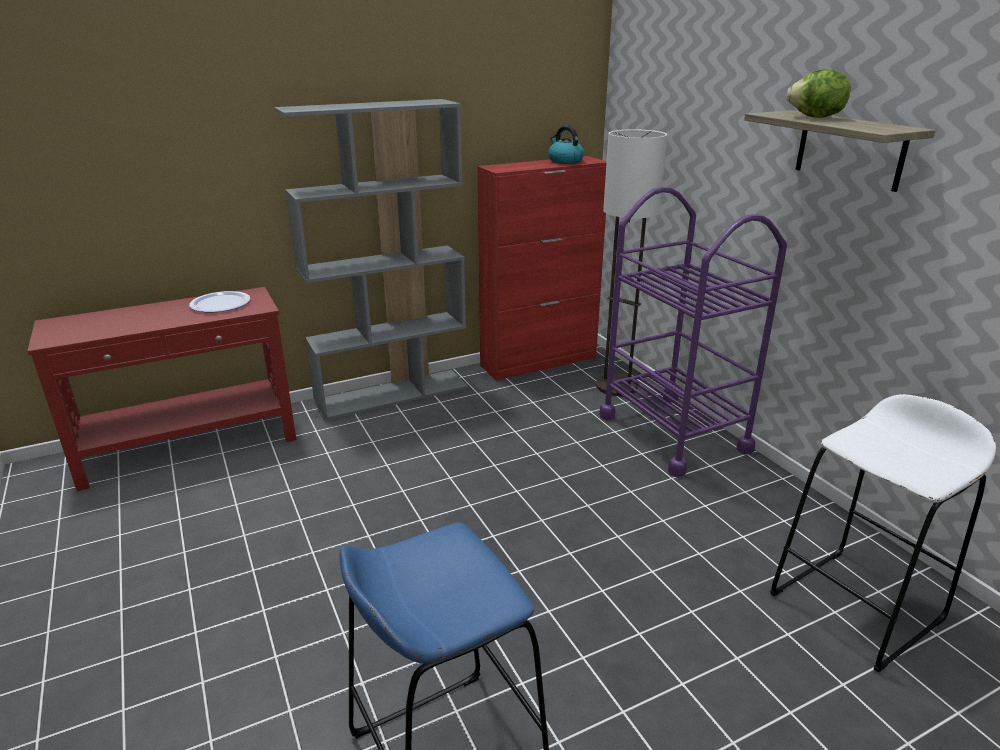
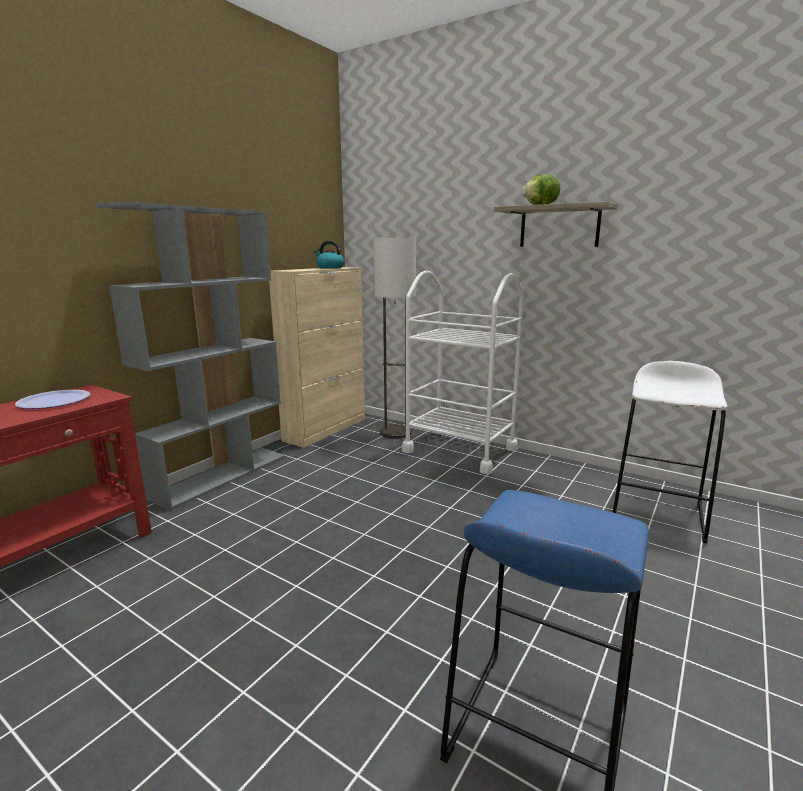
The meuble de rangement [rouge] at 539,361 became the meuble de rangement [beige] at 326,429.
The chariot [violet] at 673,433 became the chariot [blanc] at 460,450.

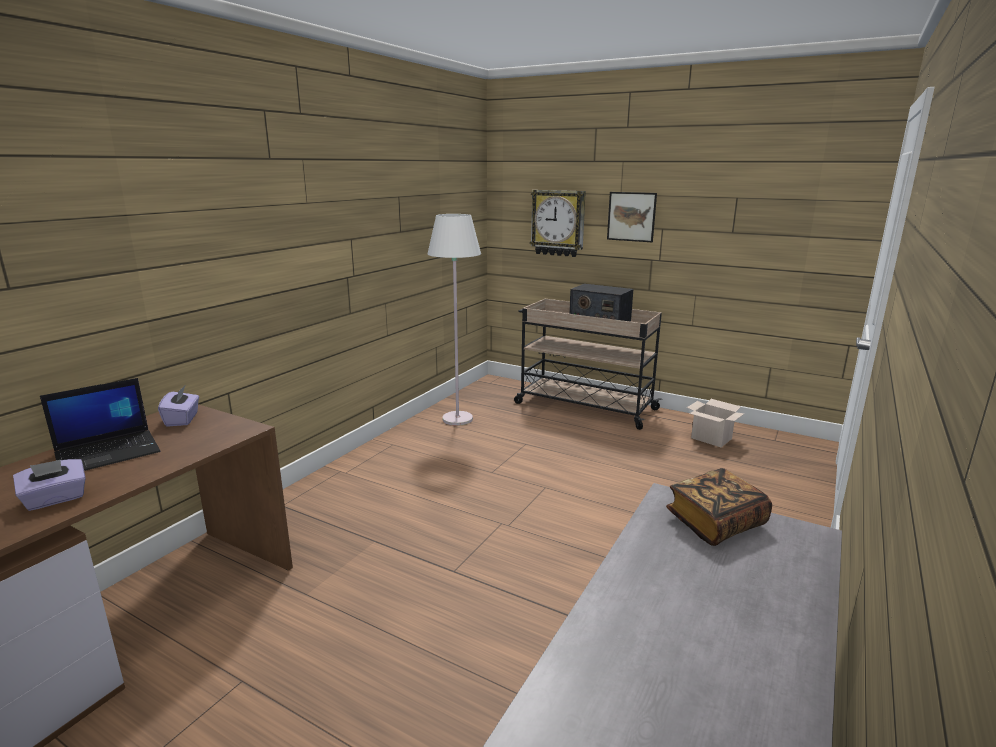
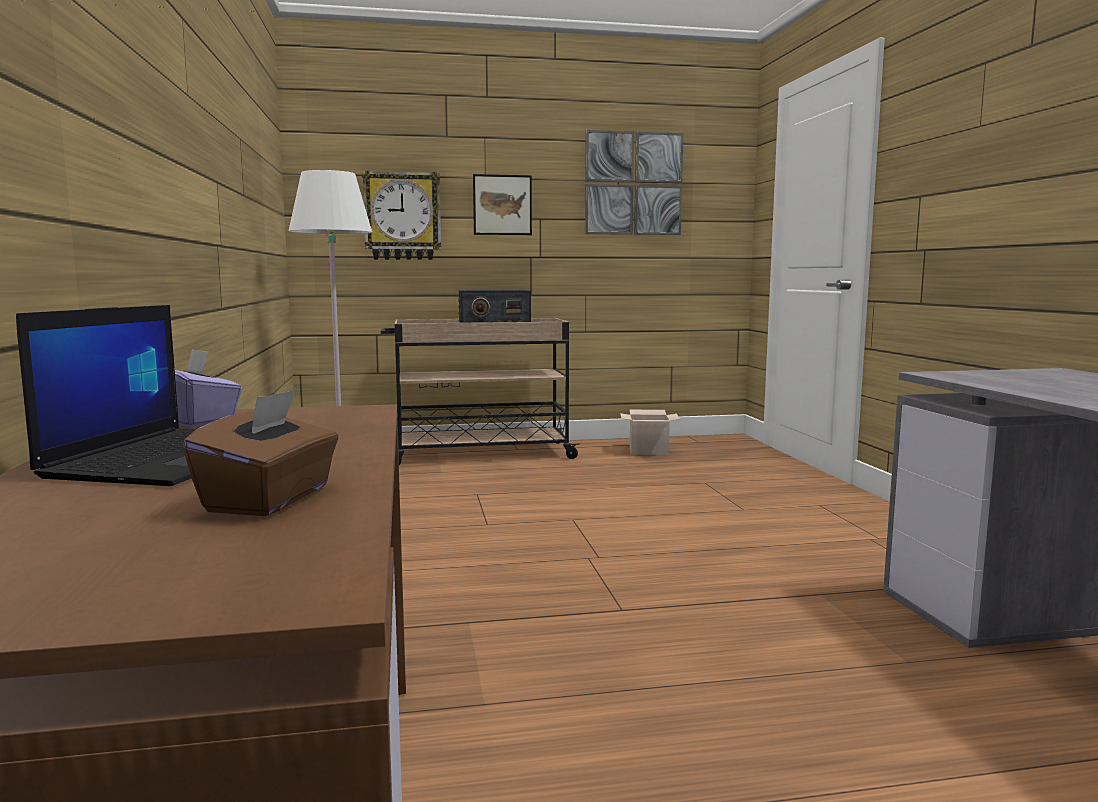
The boîte à mouchoirs [violet] at 55,499 became the boîte à mouchoirs [marron] at 270,499.
The livre at 715,523 disappeared.
The tableau at 633,183 appeared.

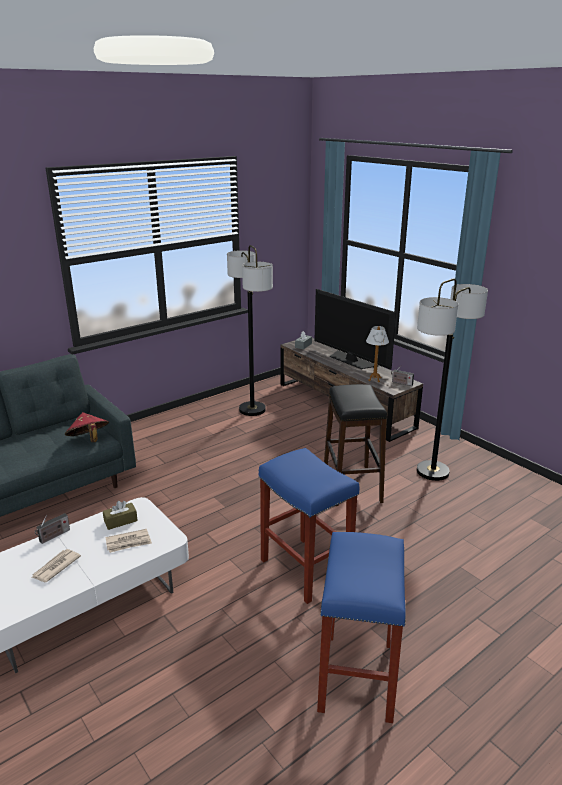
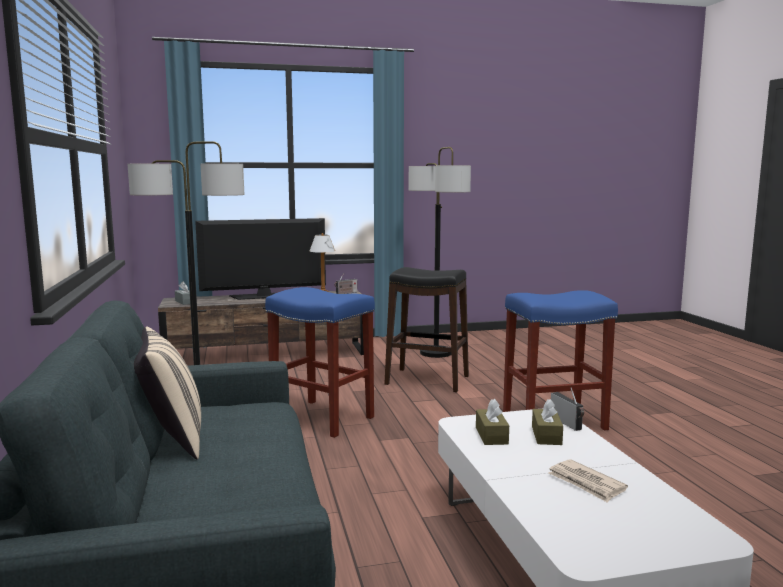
The radio moved from 53,536 to 567,423.
The chapeau [rouge] at 88,440 disappeared.
The journal at 128,542 was replaced by the boîte à mouchoirs [marron] at 546,435.
The tabouret [bleu] moved from 358,677 to 323,418.
The coussin [beige] at 171,440 appeared.

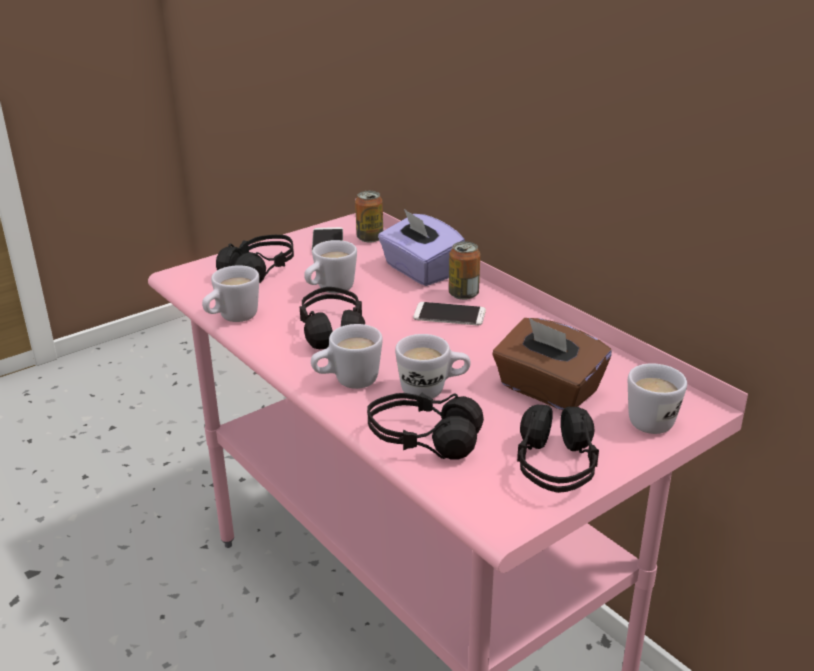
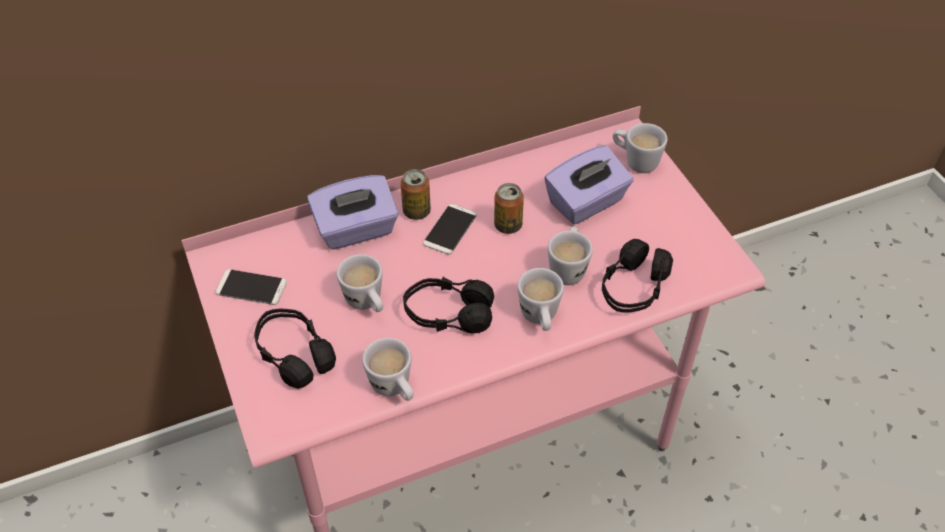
The boîte métallique moved from 370,238 to 508,225.
The boîte à mouchoirs [marron] at 547,390 became the boîte à mouchoirs [violet] at 586,203.
The casque audio [noir] at 555,467 disappeared.

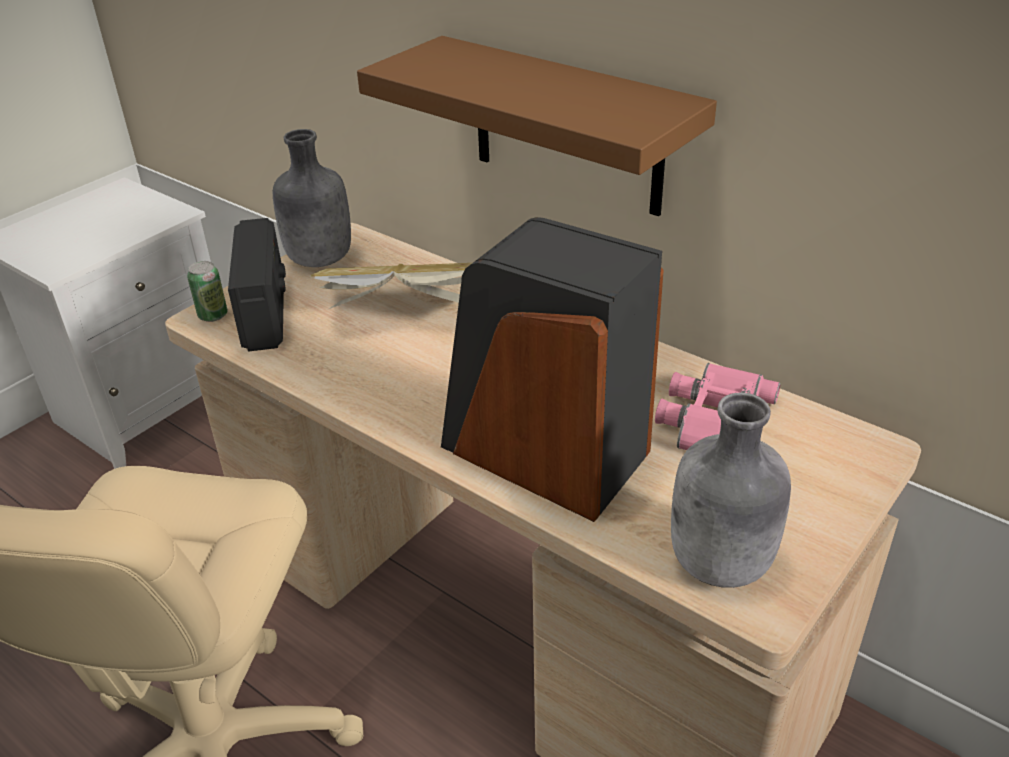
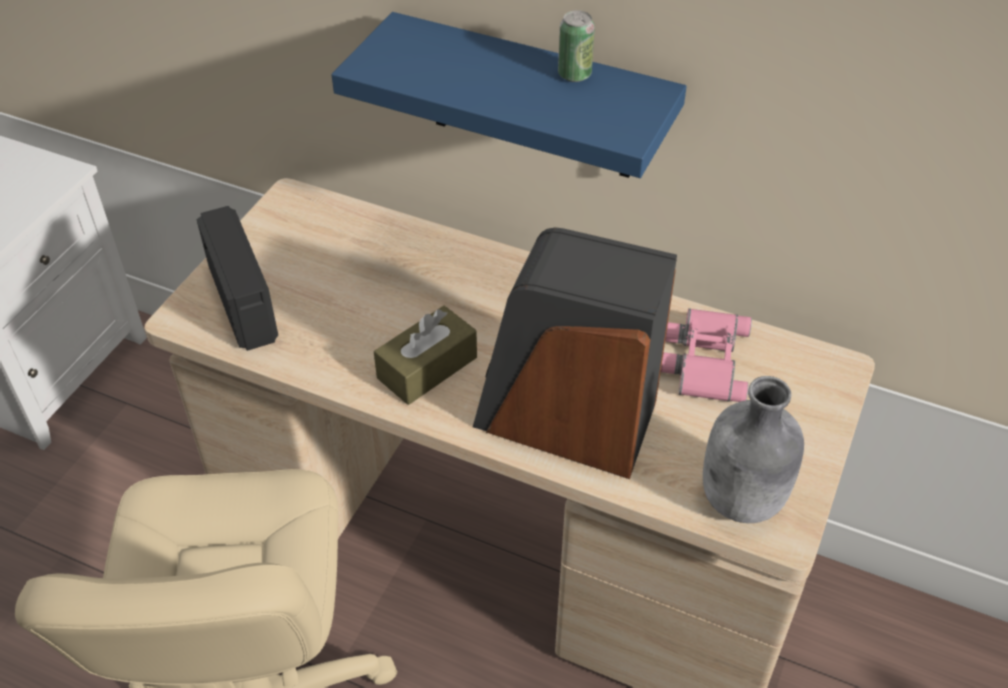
The boîte métallique moved from 213,315 to 574,74.
The bouteille [gris] at 318,260 disappeared.
The livre at 401,312 disappeared.
The étagère [marron] at 567,127 became the étagère [bleu] at 532,99.
The boîte à mouchoirs [marron] at 427,368 appeared.

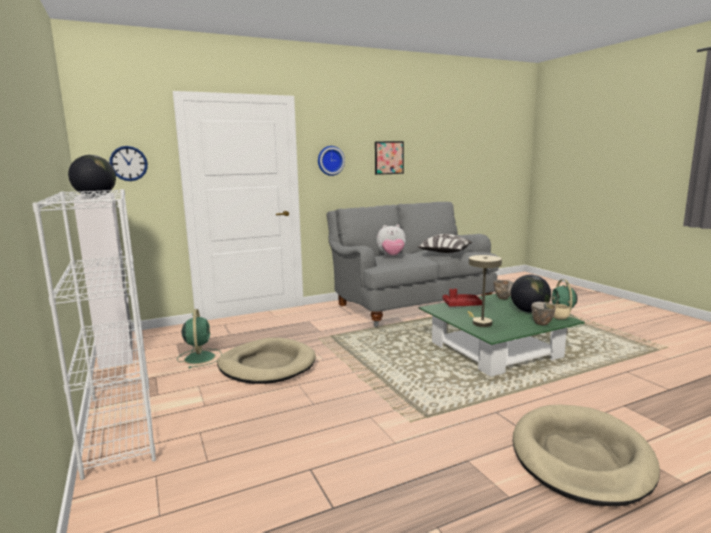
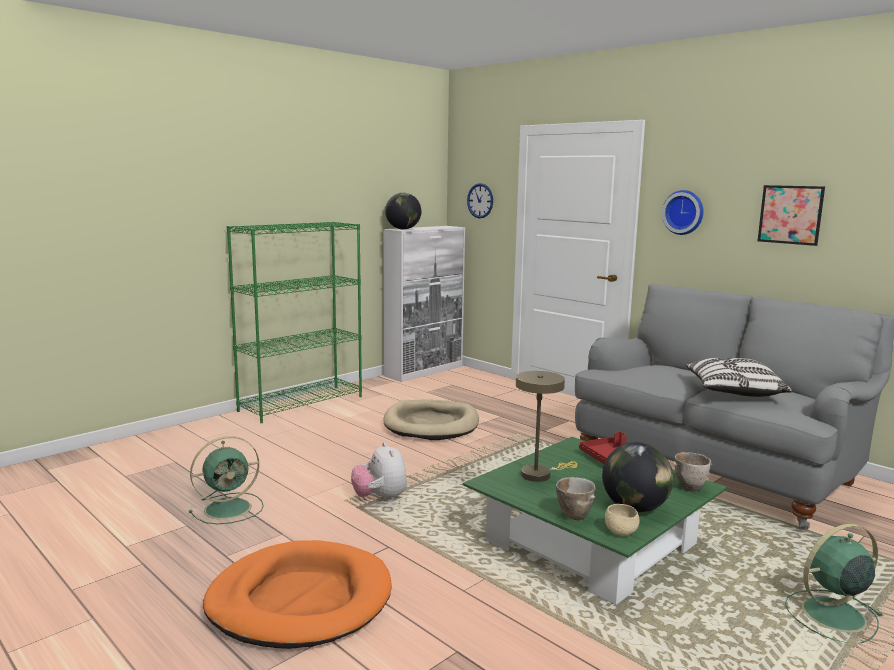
The bibliothèque [blanc] at 119,426 became the bibliothèque [vert] at 302,403.
The ventilateur [vert] moved from 200,357 to 230,508.
The peluche moved from 391,256 to 380,498.
The panier pour chien [beige] at 580,458 became the panier pour chien [orange] at 300,600.

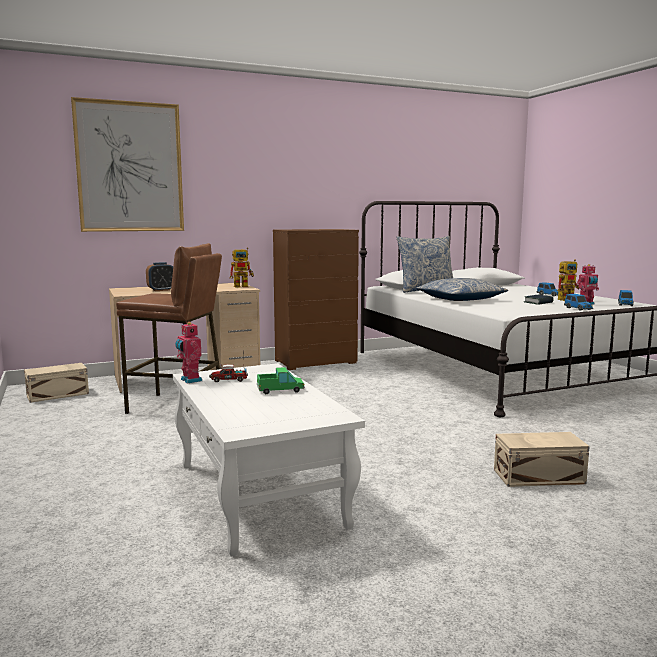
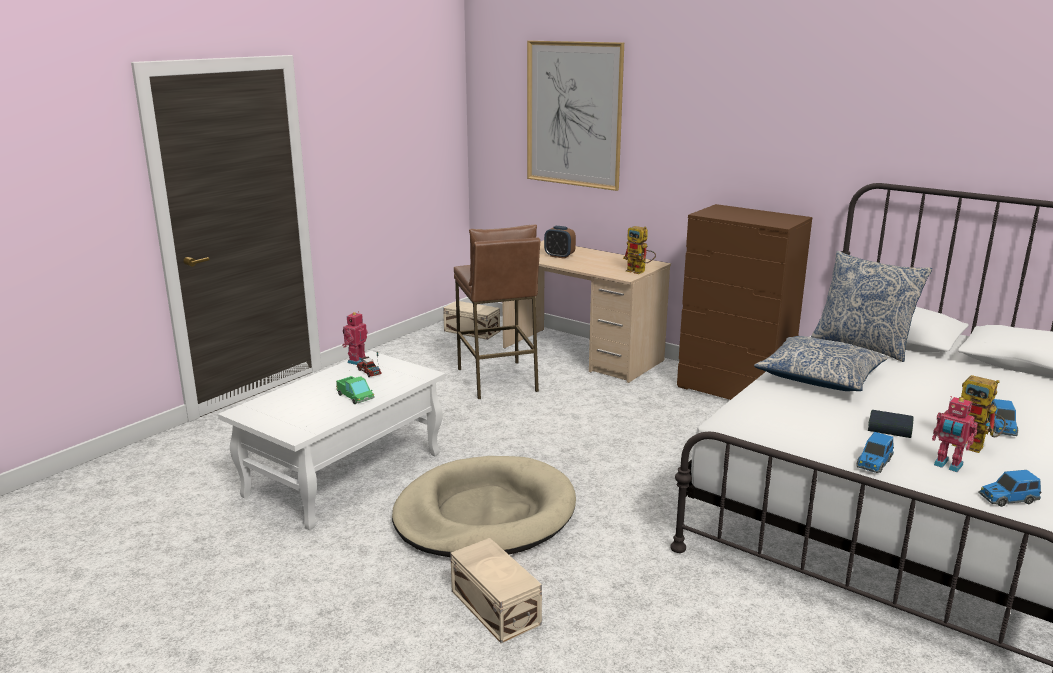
The panier pour chien [beige] at 485,514 appeared.

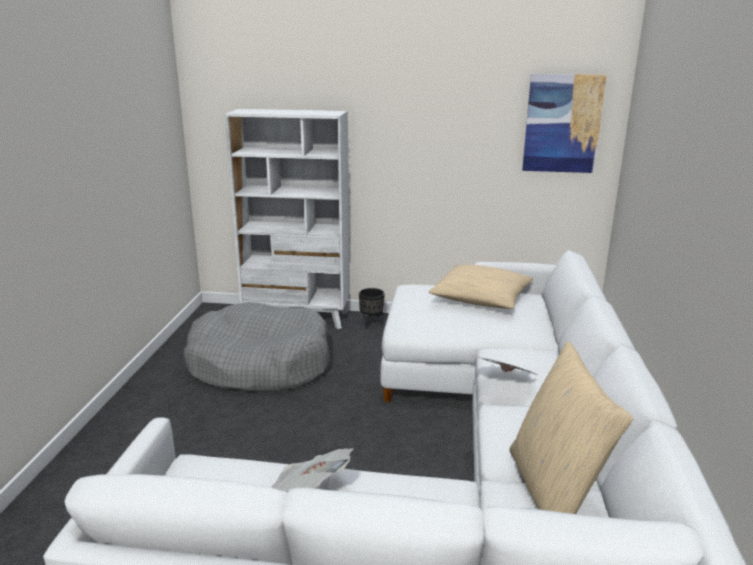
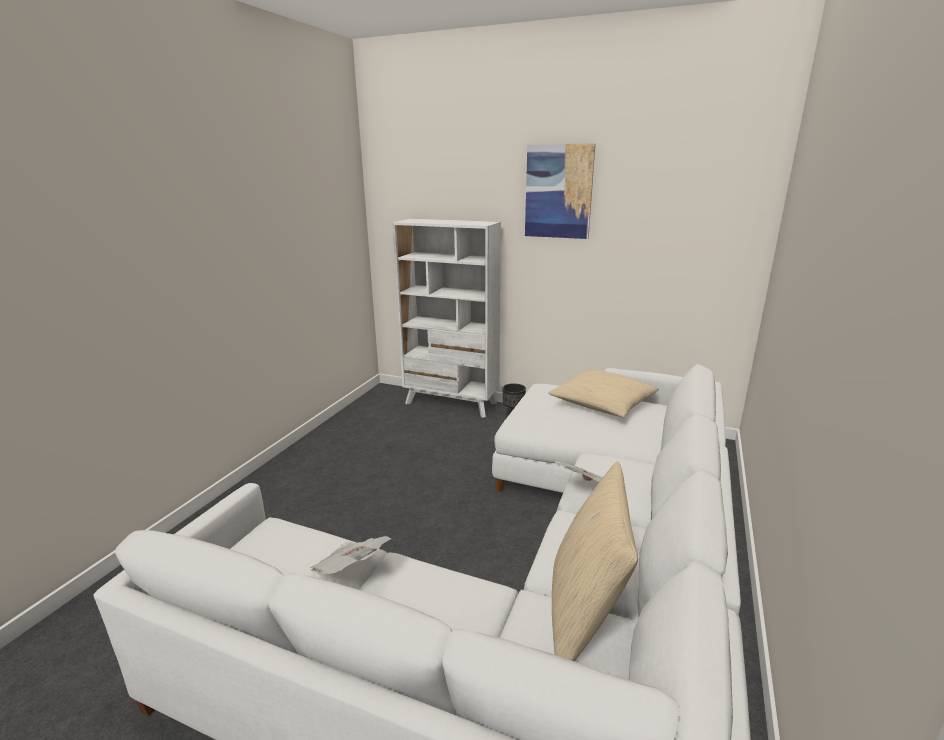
The panier pour chien [gris] at 260,364 disappeared.
The tableau moved from 562,123 to 558,191.

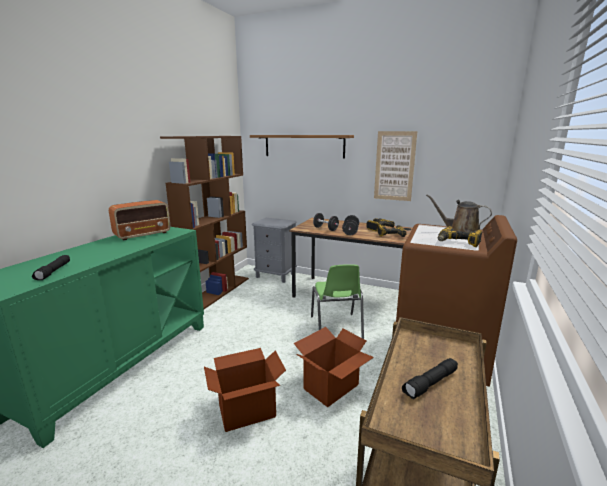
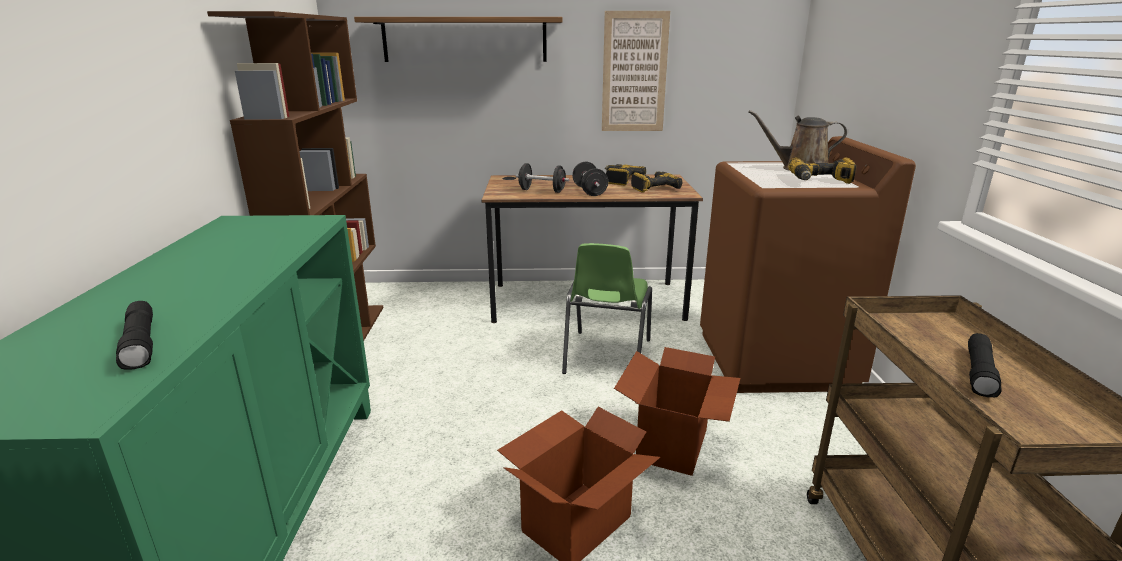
The radio at 143,234 disappeared.
The table de chevet [gris] at 275,275 disappeared.
The chaise [vert] at 336,329 turned 45 degrees clockwise.

